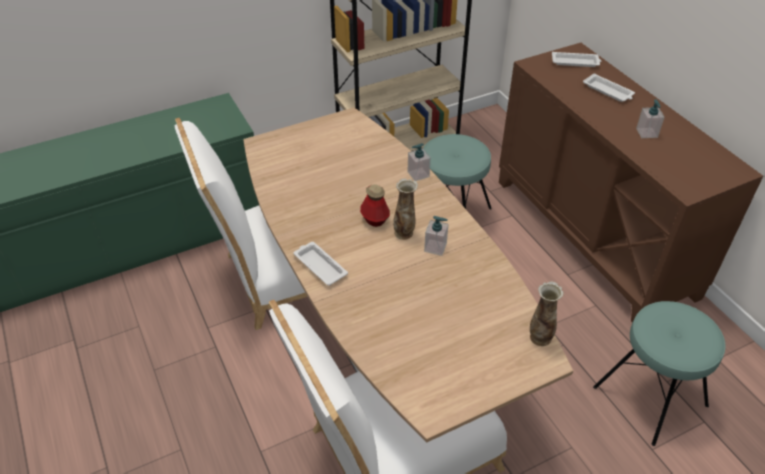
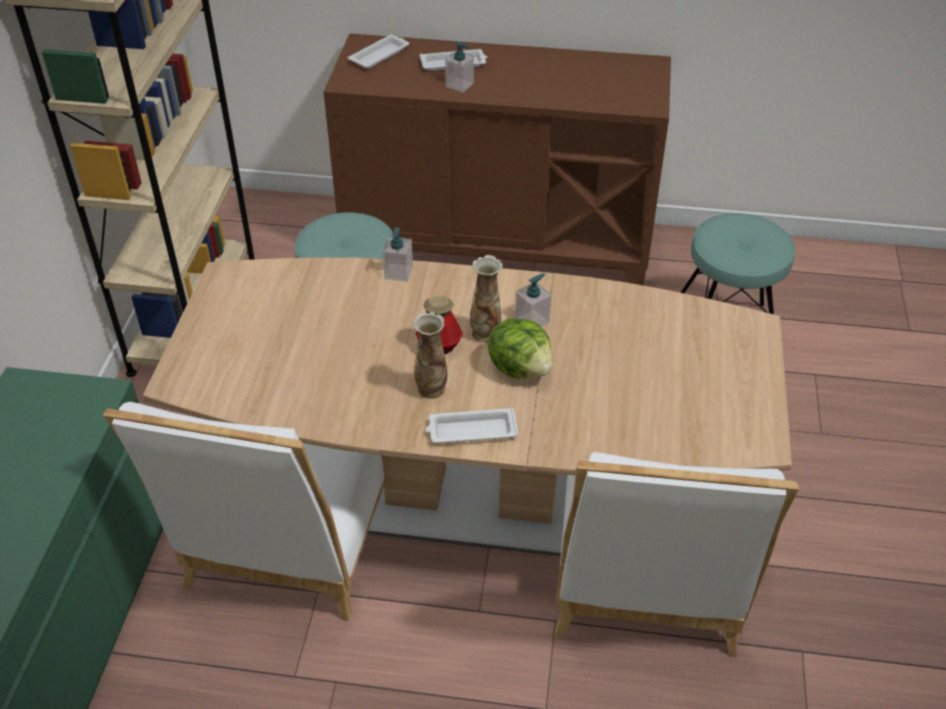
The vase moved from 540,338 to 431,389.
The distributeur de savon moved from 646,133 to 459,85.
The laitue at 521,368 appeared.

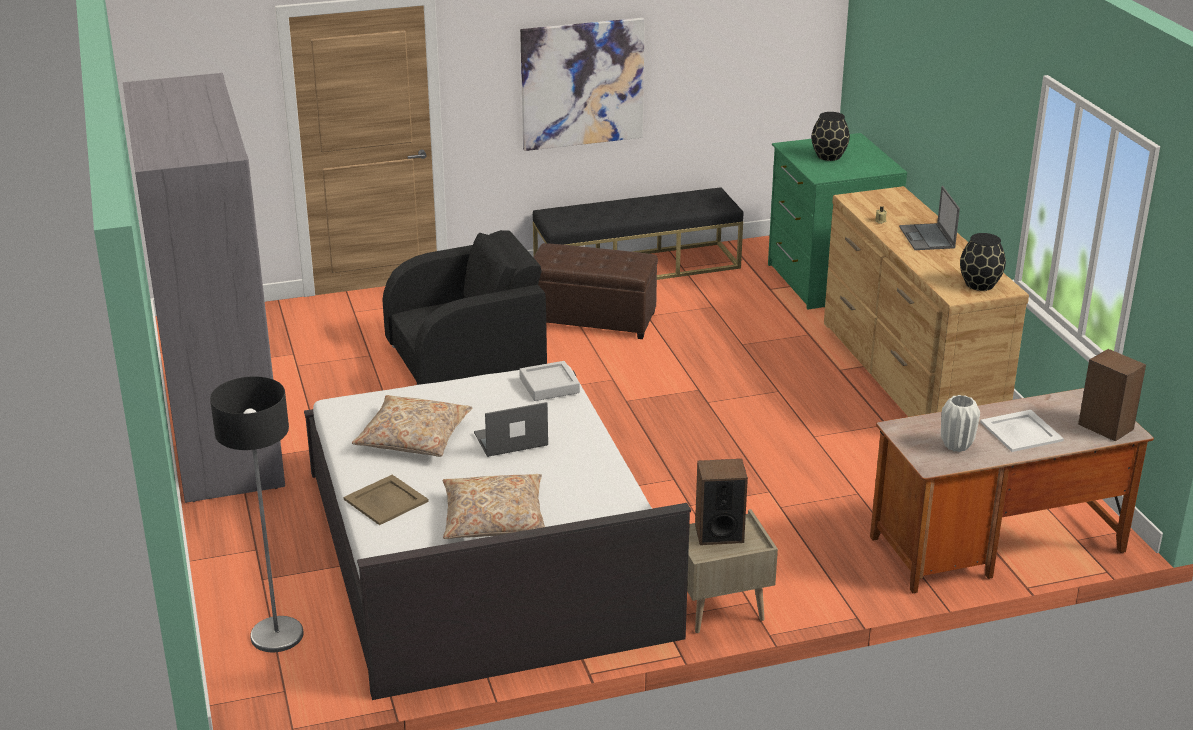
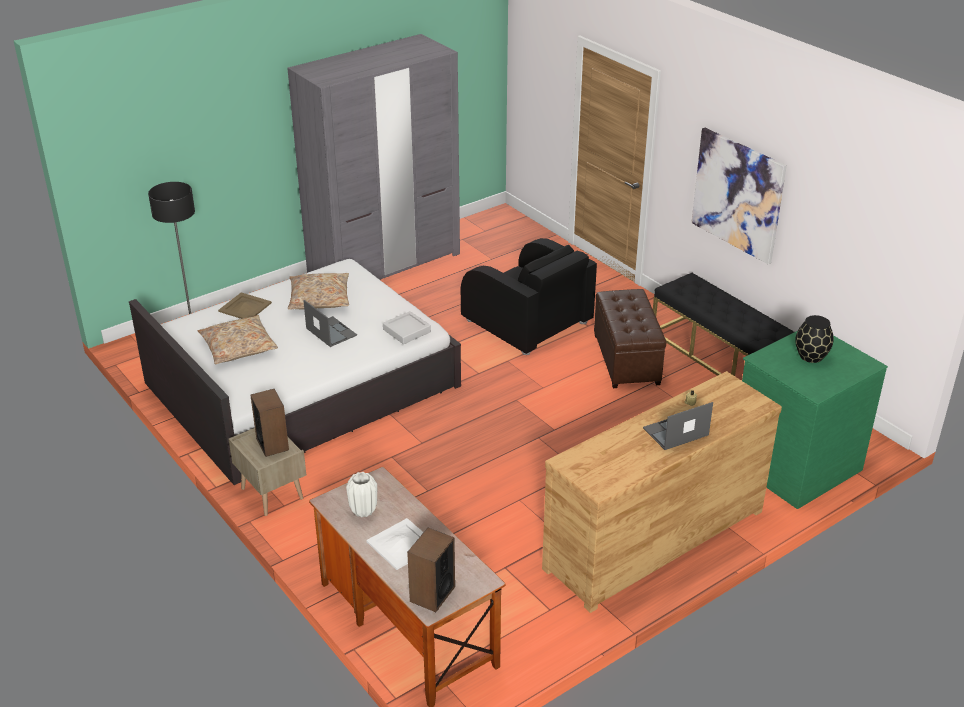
The vase [noir] at 980,284 disappeared.

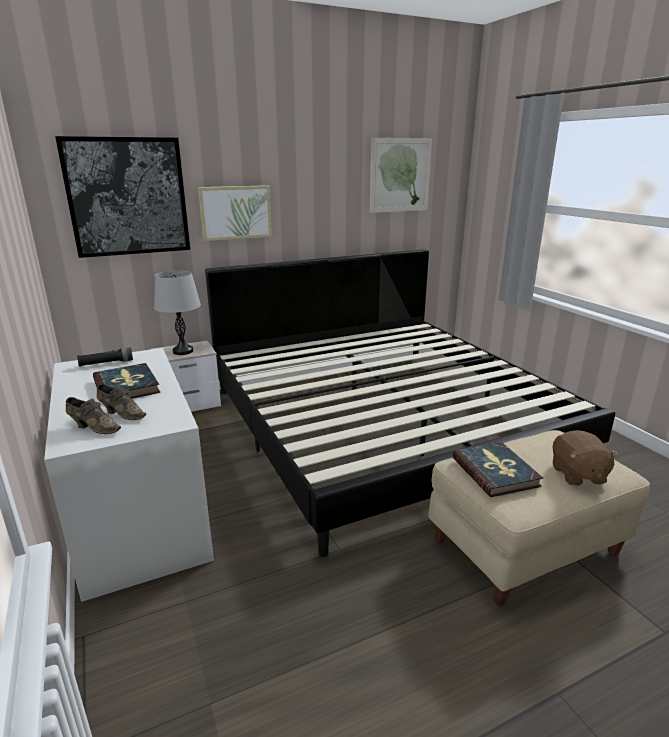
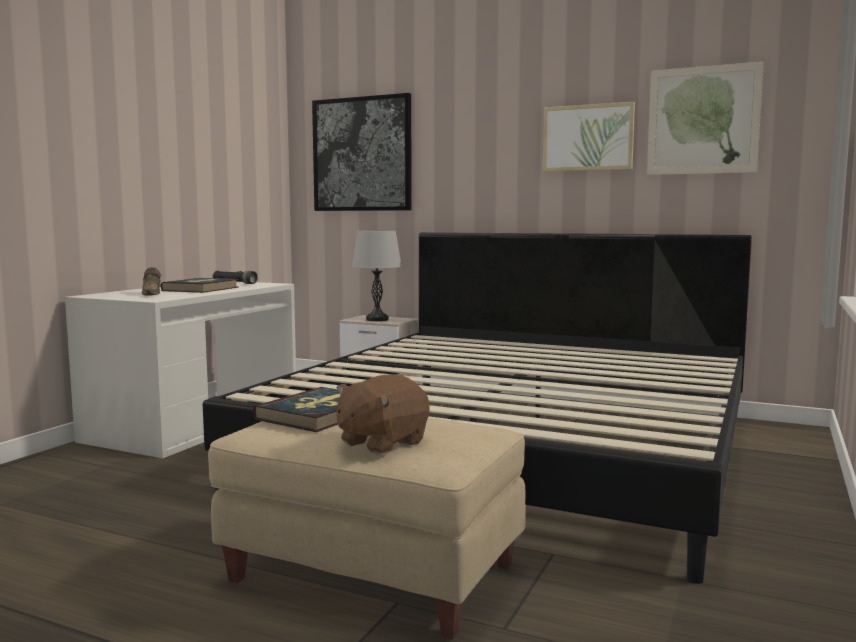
The chaussure [marron] at 94,428 disappeared.
The tableau moved from 235,212 to 588,138.

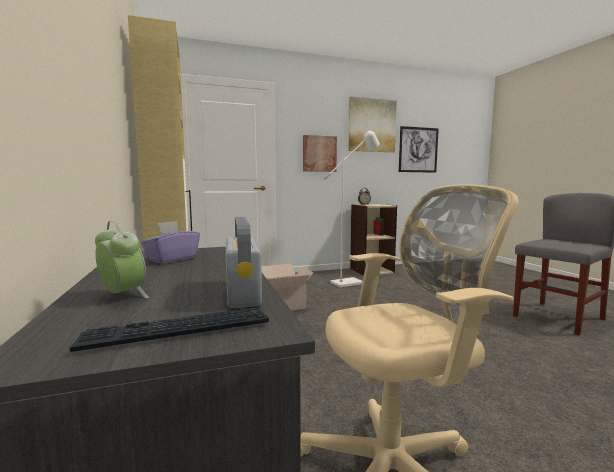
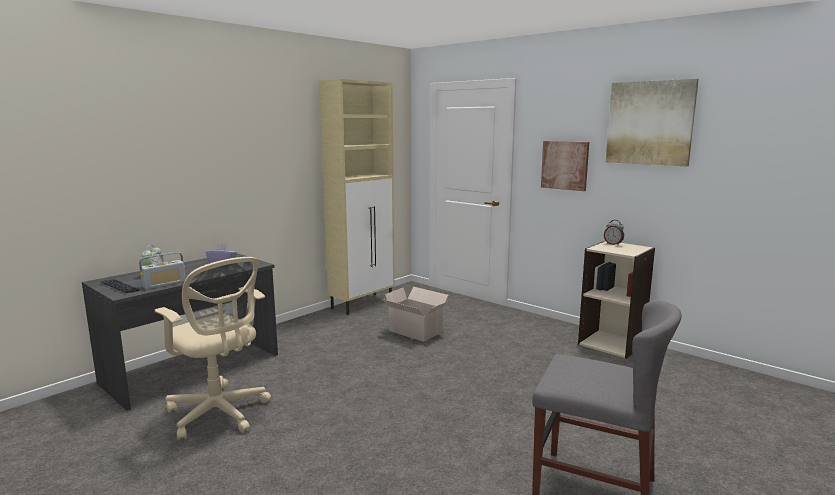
The lampadaire [blanc] at 351,282 disappeared.
The tableau at 418,150 disappeared.

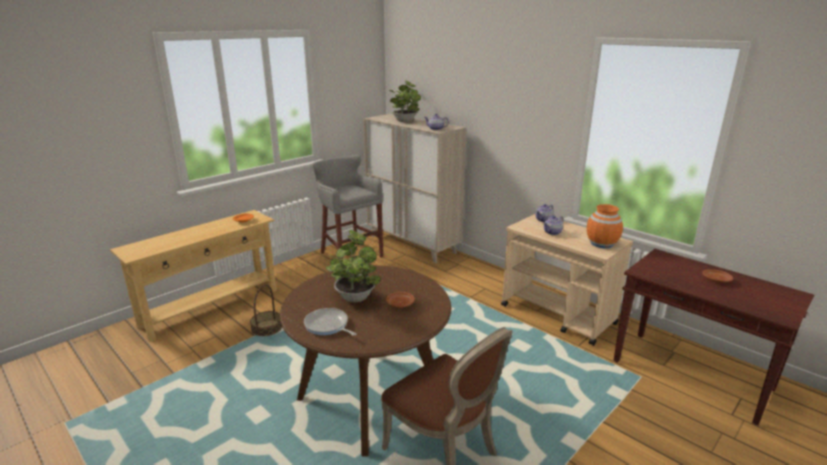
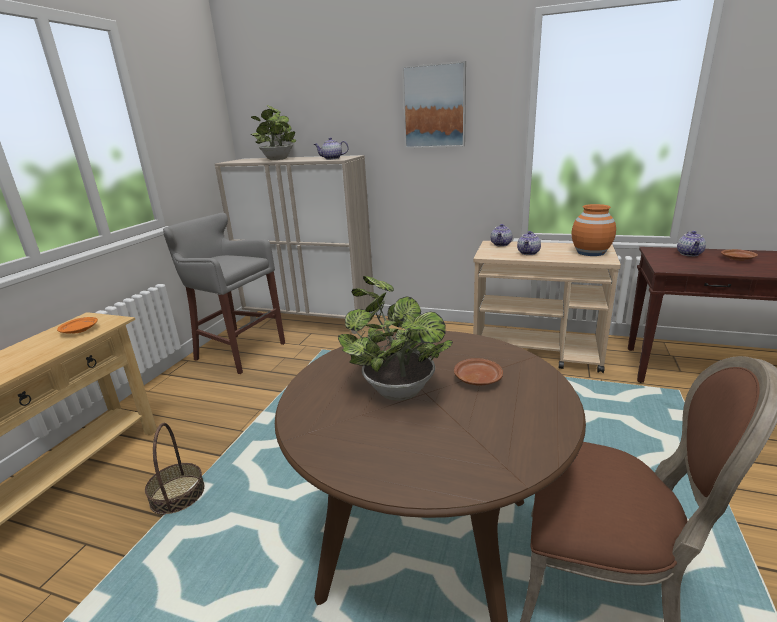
The poêle at 328,325 disappeared.
The tableau at 434,106 appeared.
The théière at 690,254 appeared.

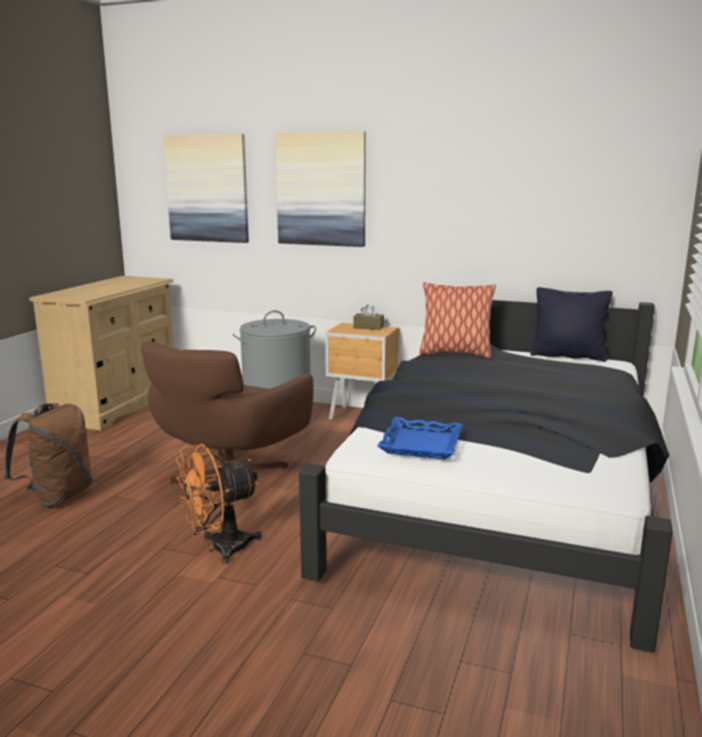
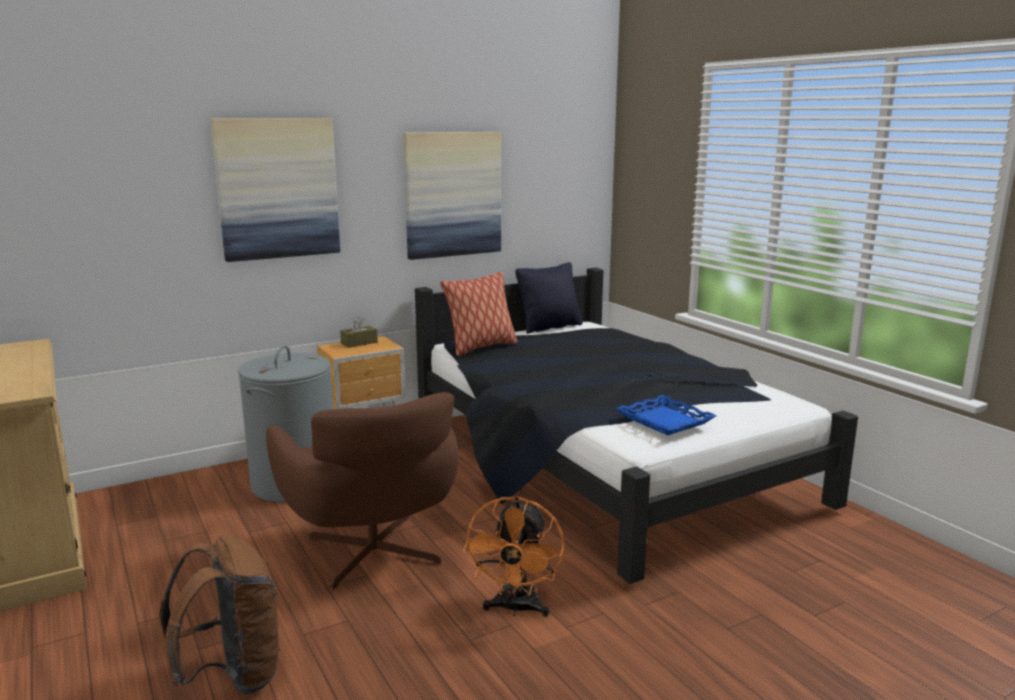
The tableau moved from 207,188 to 452,194.

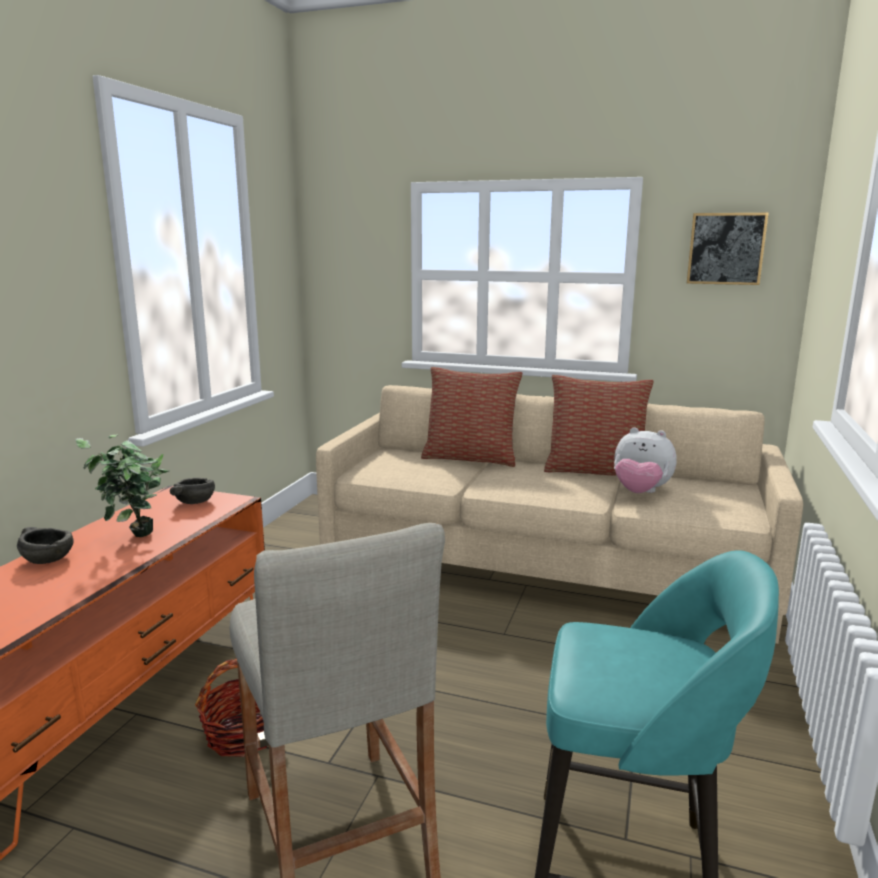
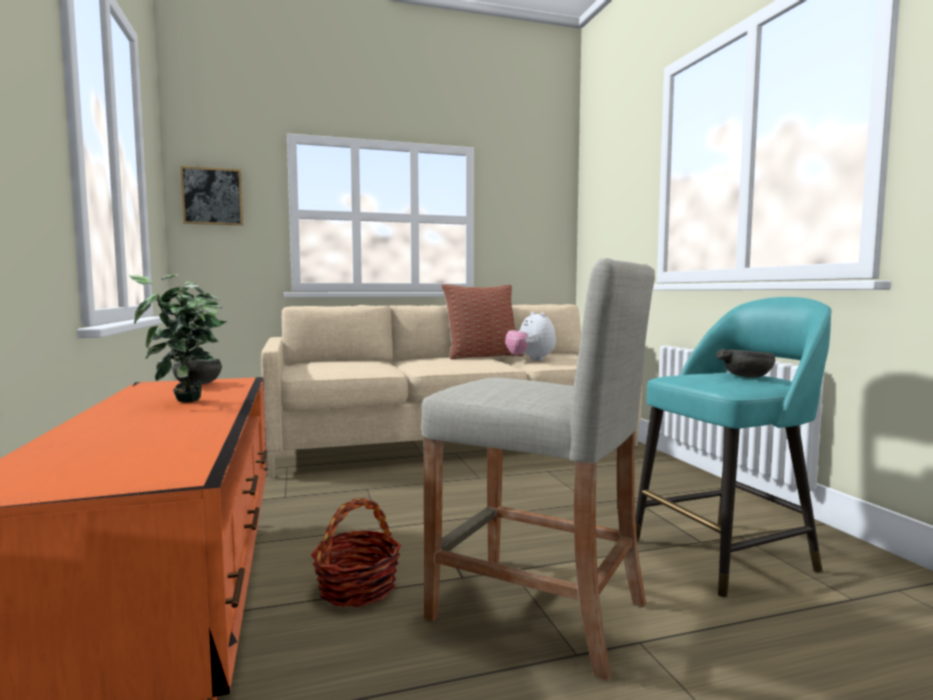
The bol [gris] moved from 48,559 to 746,377.
The coussin at 470,458 disappeared.
The peluche at 640,492 turned 75 degrees clockwise.
The tableau moved from 726,249 to 212,196.

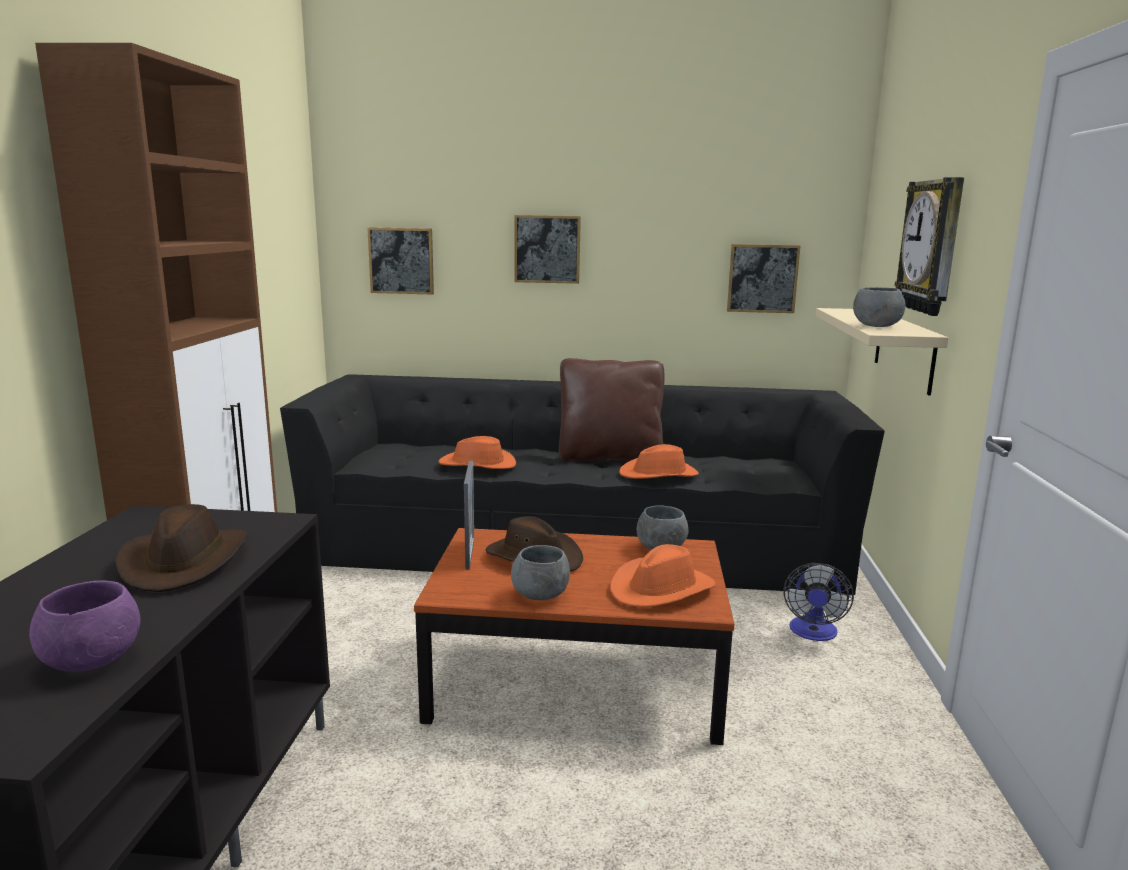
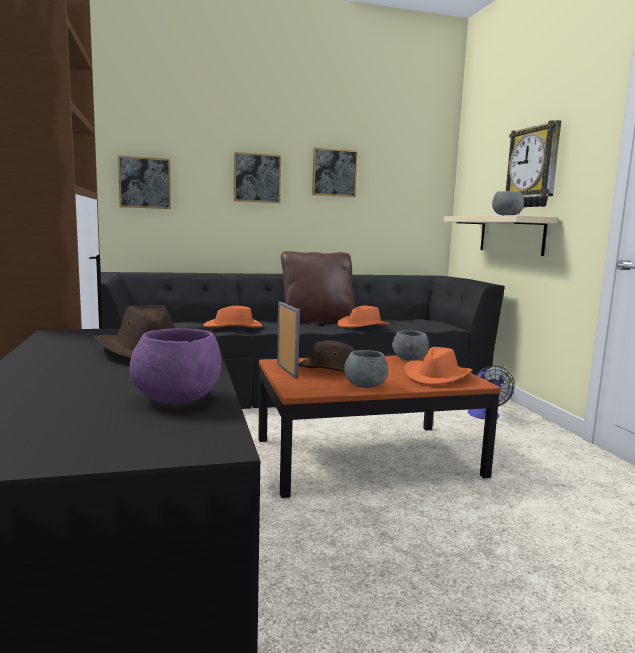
The tableau moved from 762,278 to 334,172.

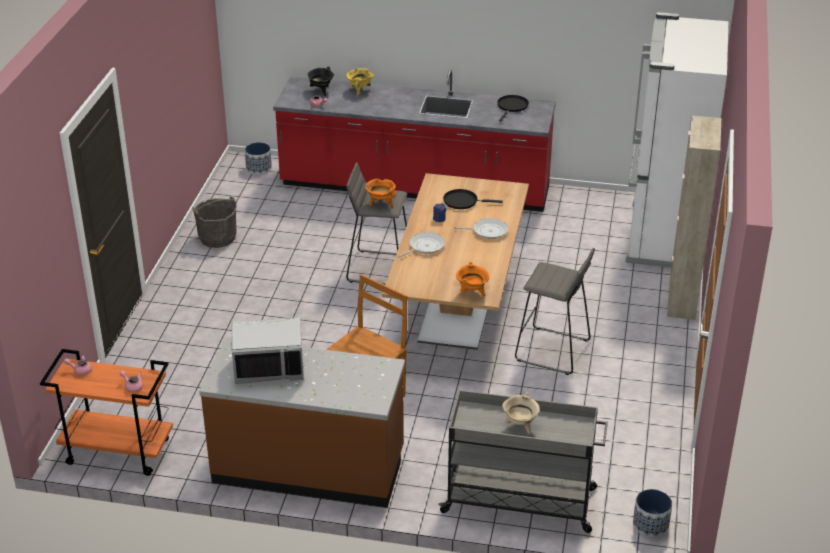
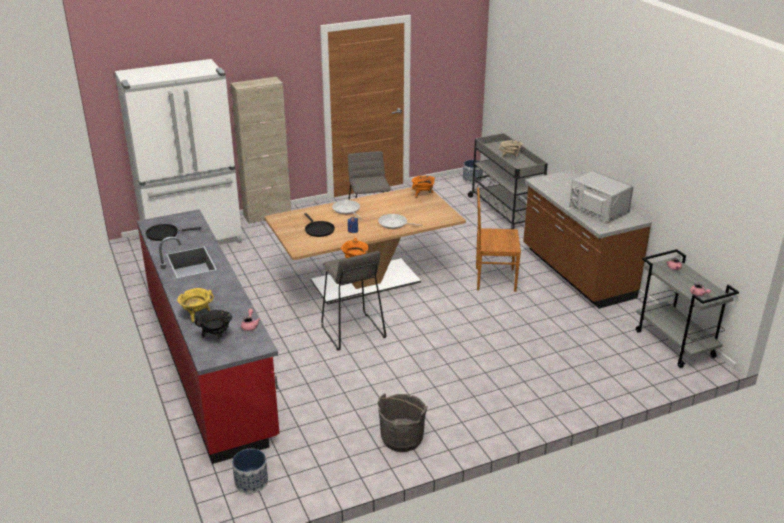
The chariot [orange] at 116,452 became the chariot [gris] at 675,344.

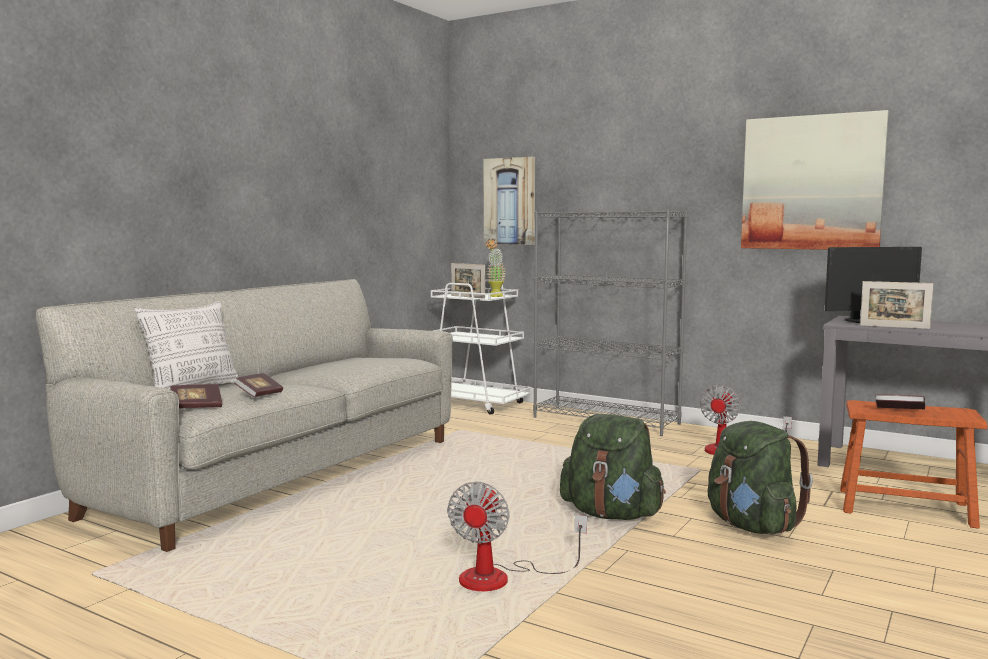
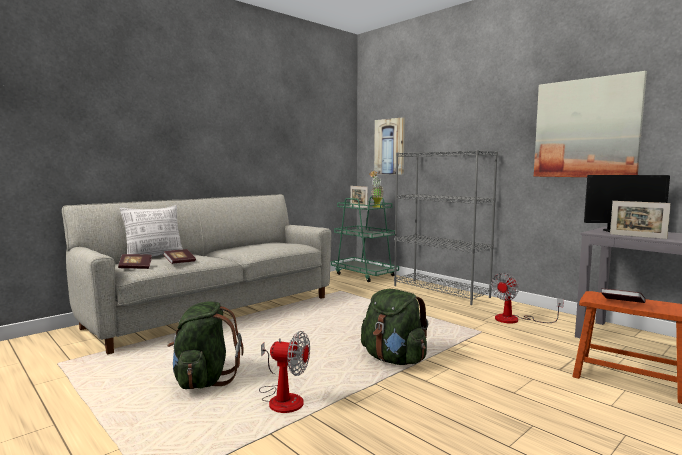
The chariot [blanc] at 475,404 became the chariot [vert] at 364,275.
The ventilateur at 501,578 turned 105 degrees counterclockwise.
The sac à dos [vert] moved from 752,526 to 204,380.

